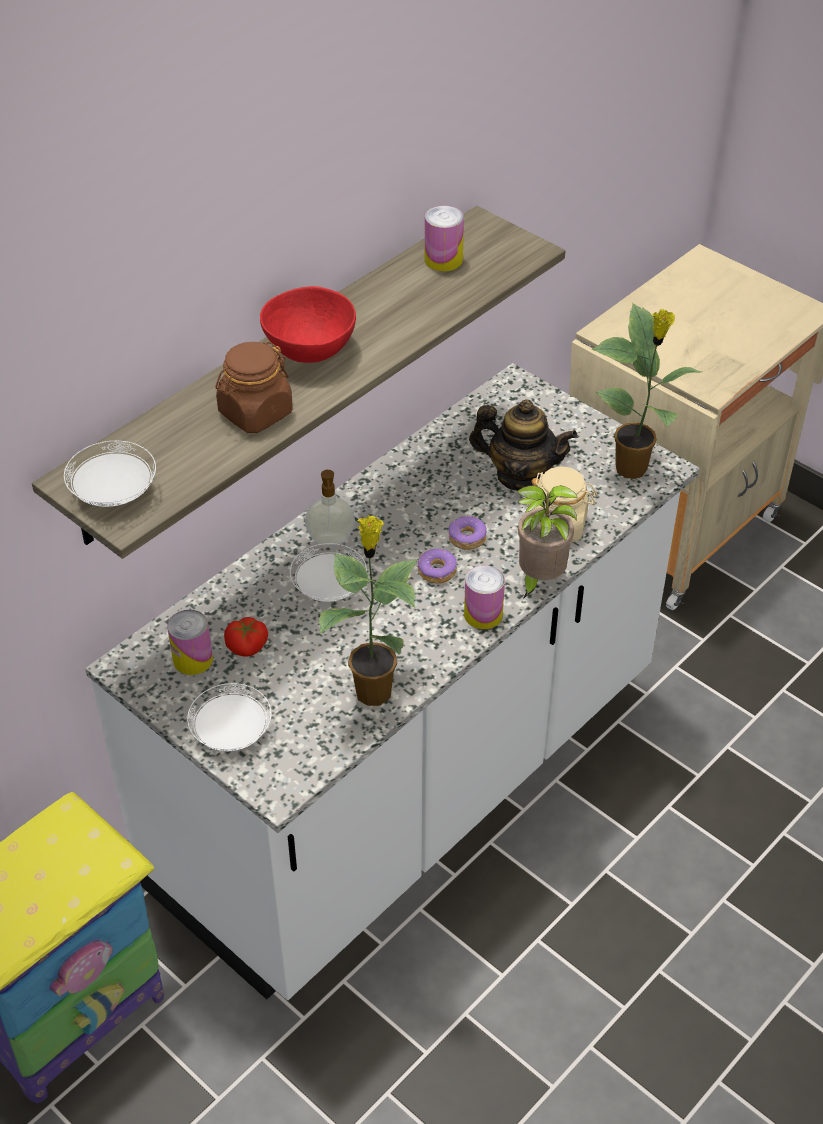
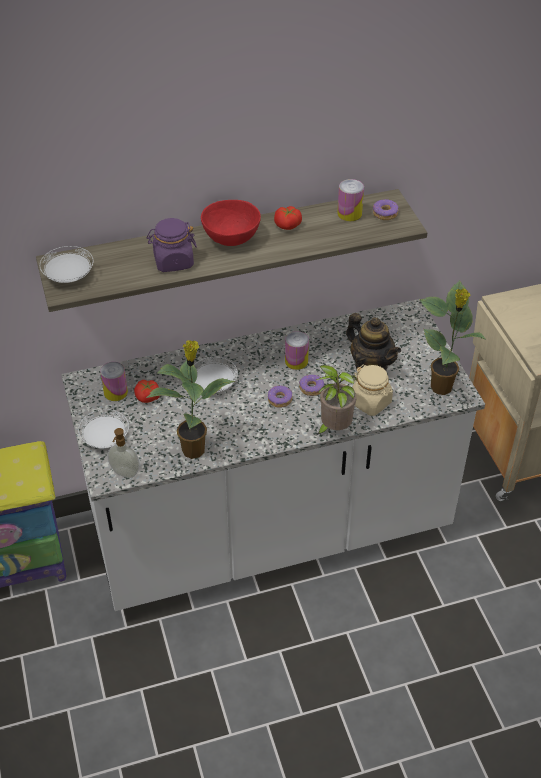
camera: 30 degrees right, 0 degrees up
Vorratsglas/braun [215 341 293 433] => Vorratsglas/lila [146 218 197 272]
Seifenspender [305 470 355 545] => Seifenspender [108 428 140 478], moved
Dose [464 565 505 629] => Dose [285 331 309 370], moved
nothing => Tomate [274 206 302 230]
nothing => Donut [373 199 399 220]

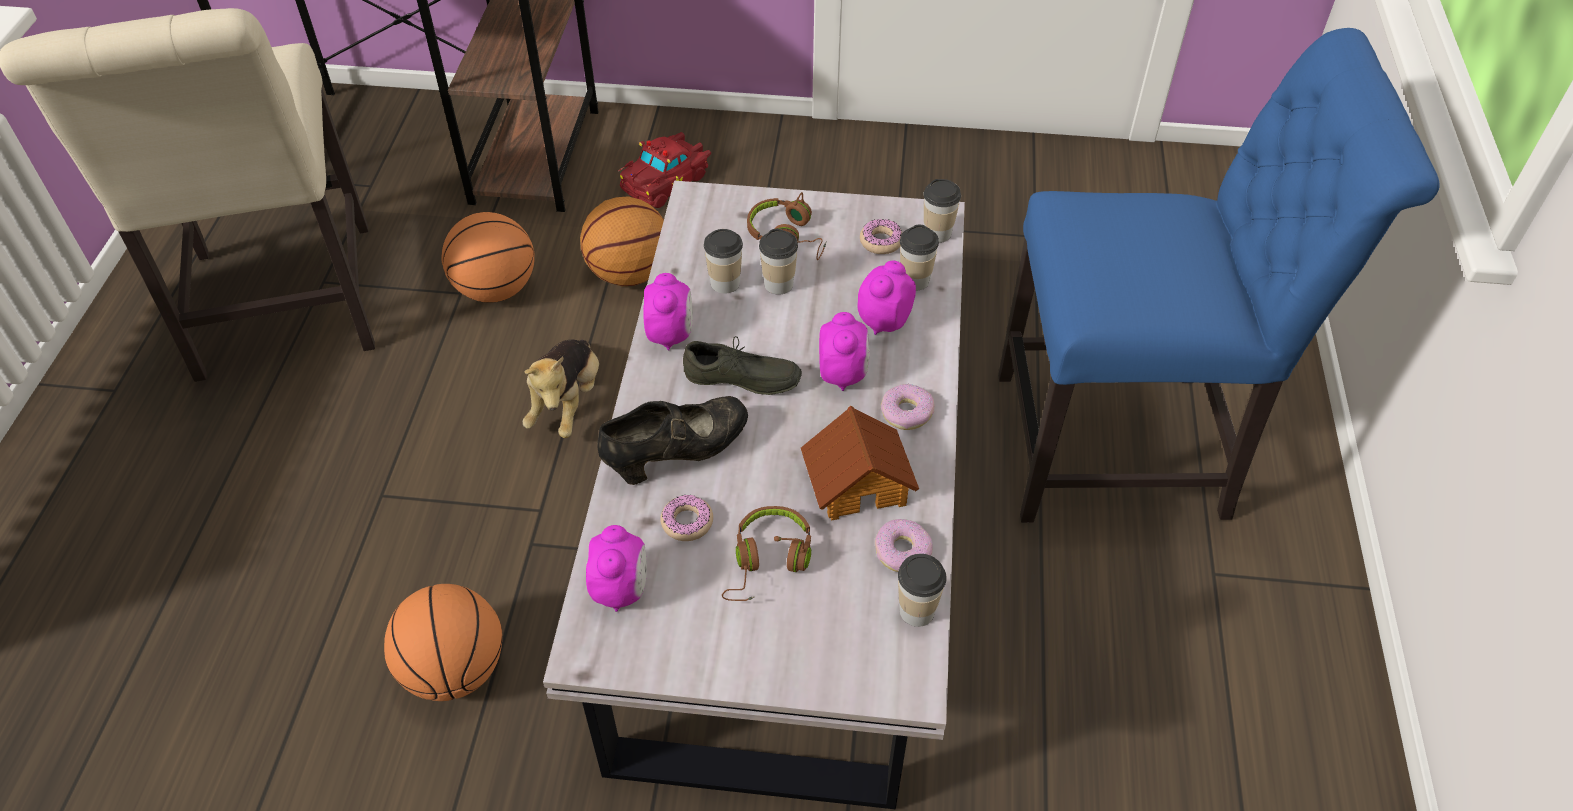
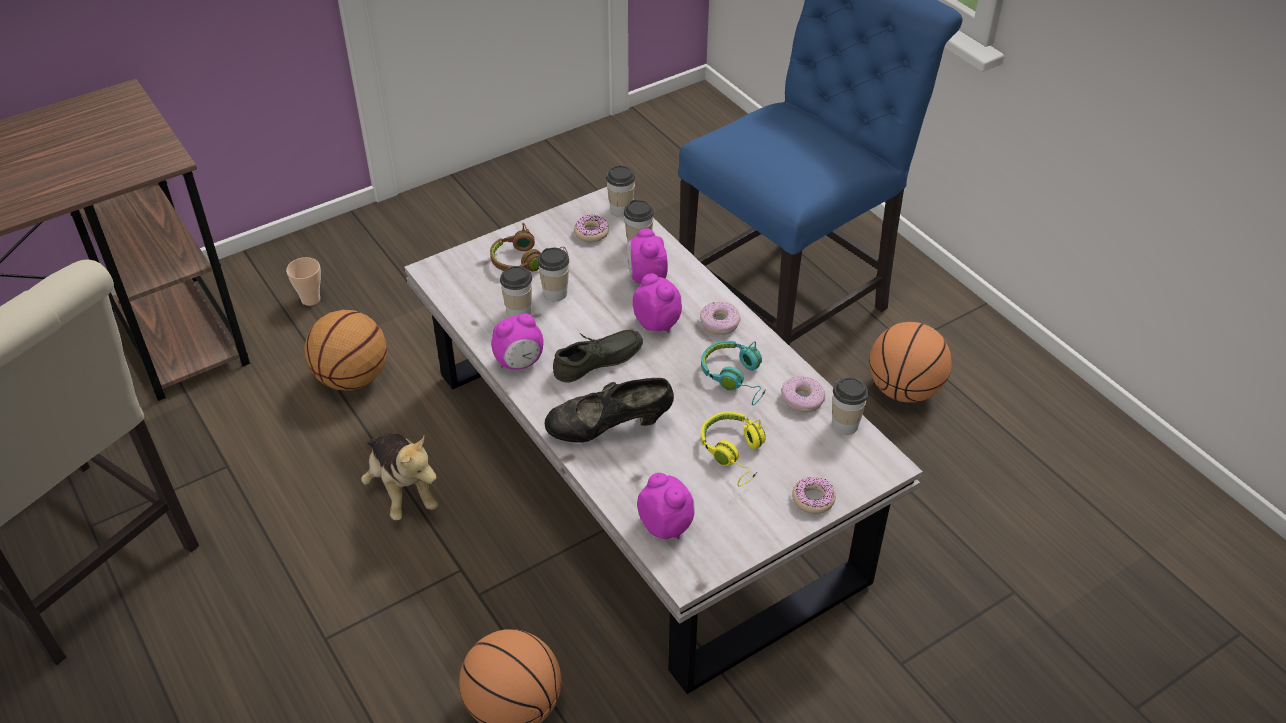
camera: 40 degrees left, 5 degrees down
Basketball [442 212 534 303] => Basketball [869 322 952 403], moved
Schuh/schwarz [597 396 748 485] => Schuh/schwarz [544 378 674 443], 120 degrees counterclockwise
Spielzeugauto/rot [618 132 711 208] => Tasse [286 257 321 306]
Wecker [643 273 693 350] => Wecker [491 313 544 369], 105 degrees clockwise
Donut [660 494 713 541] => Donut [792 477 836 514], moved
Kopfhörer/braun [722 506 811 601] => Kopfhörer/gelb [701 412 766 486]
Spielzeughaus [801 406 919 521] => Kopfhörer/türkis [701 341 766 405]

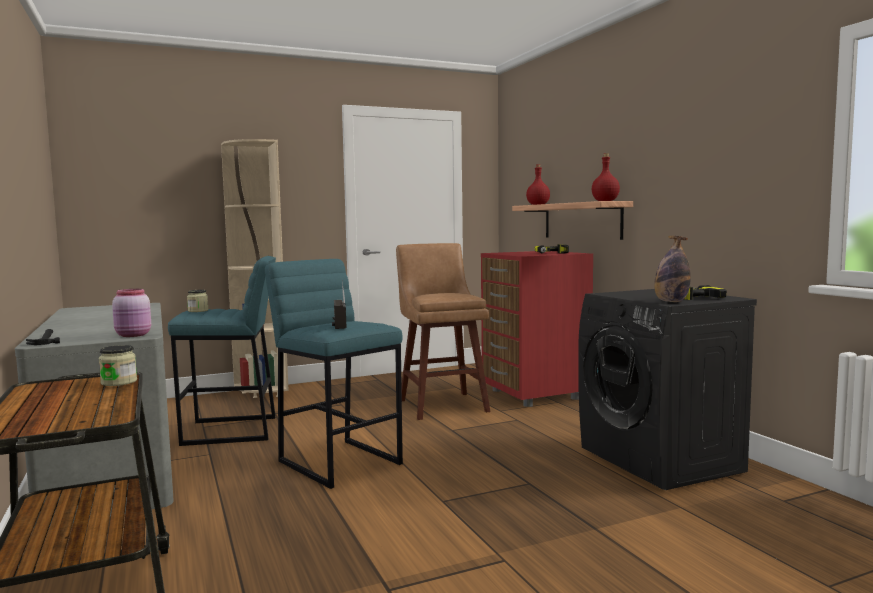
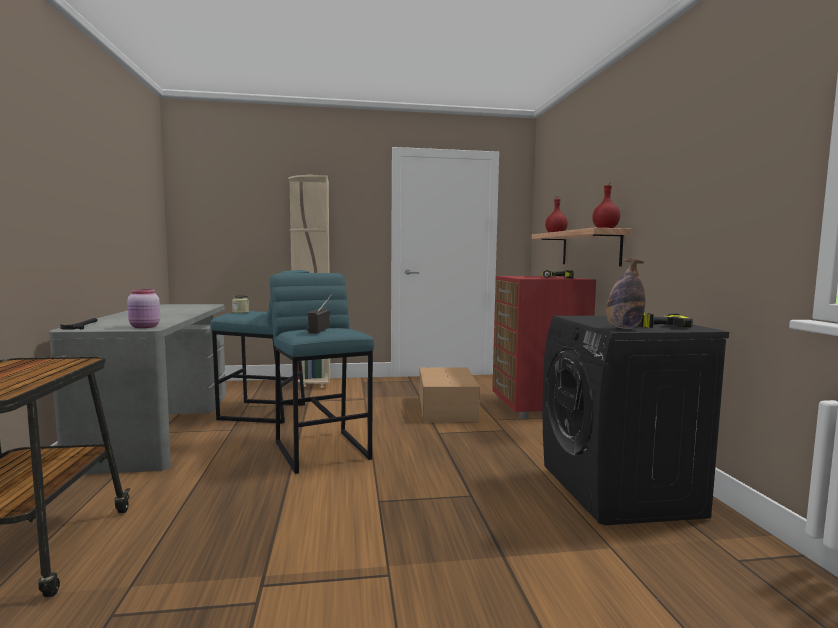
camera: 15 degrees right, 0 degrees up
Vorratsglas [99 345 137 386] => nothing
Hocker/braun [396 243 491 420] => Karton [419 367 480 422]

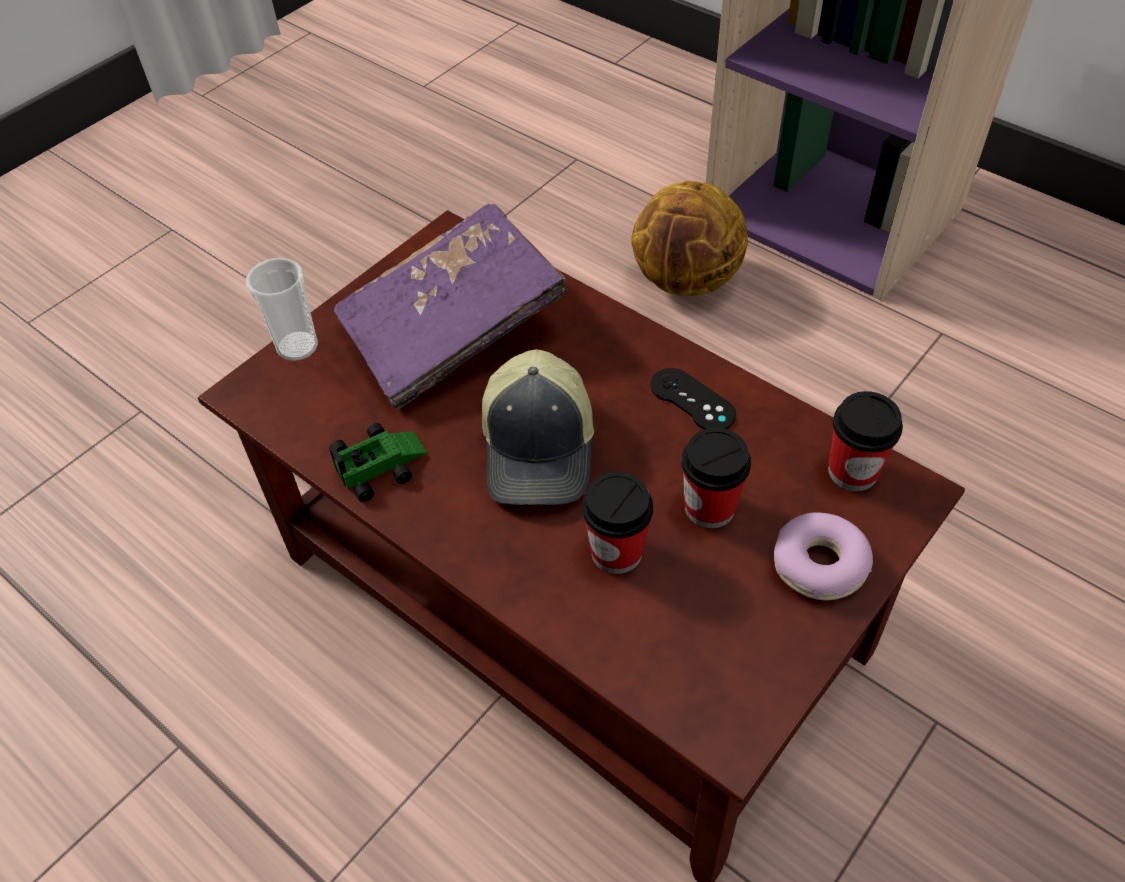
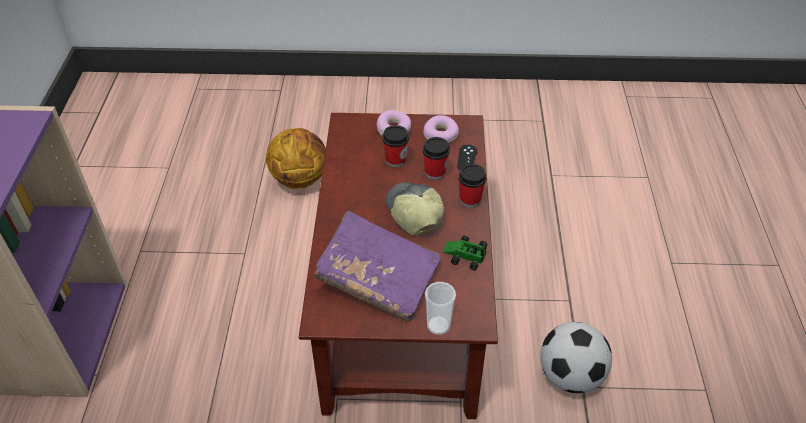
camera: 130 degrees left, 5 degrees down
Kappe [482 349 594 505] => Kappe [385 182 444 236], 75 degrees counterclockwise
Basketball [631 181 748 296] => Basketball [266 128 326 189], moved
Gamepad/schwarz [650 368 736 429] => Gamepad/schwarz [457 145 478 172], moved
Tasse [828 391 903 491] => Tasse [458 164 487 208], moved
nothing => Donut [423 115 459 143]
nothing => Fußball [540 322 612 393]

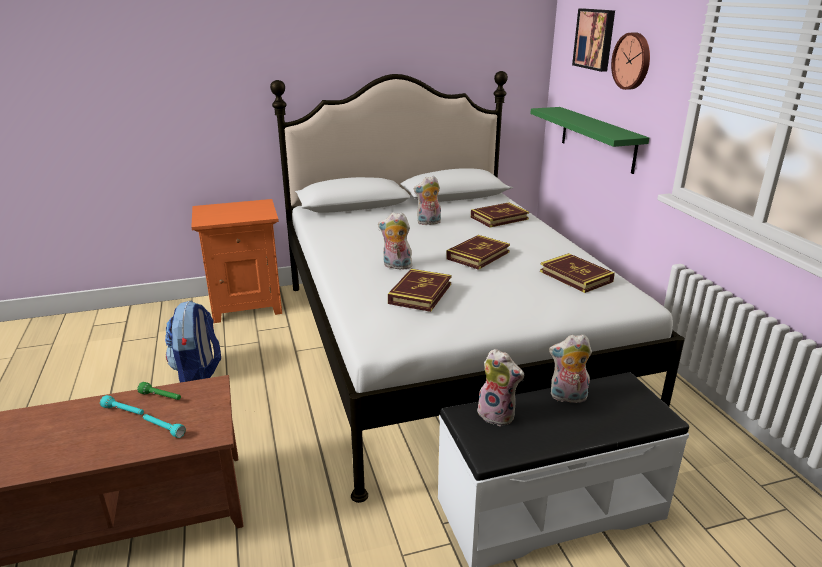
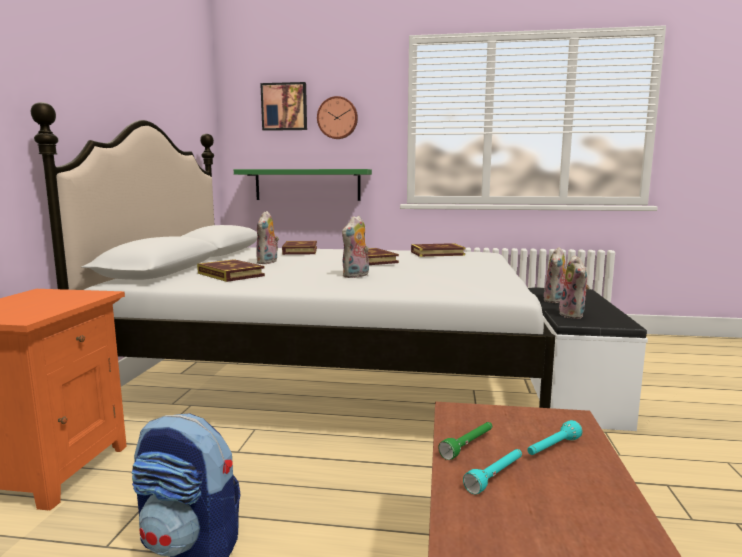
camera: 65 degrees left, 15 degrees down
Buch [388 269 451 312] => Buch [197 259 265 282], moved
Plüschtier [477 349 524 426] => Plüschtier [559 255 590 319], 120 degrees clockwise

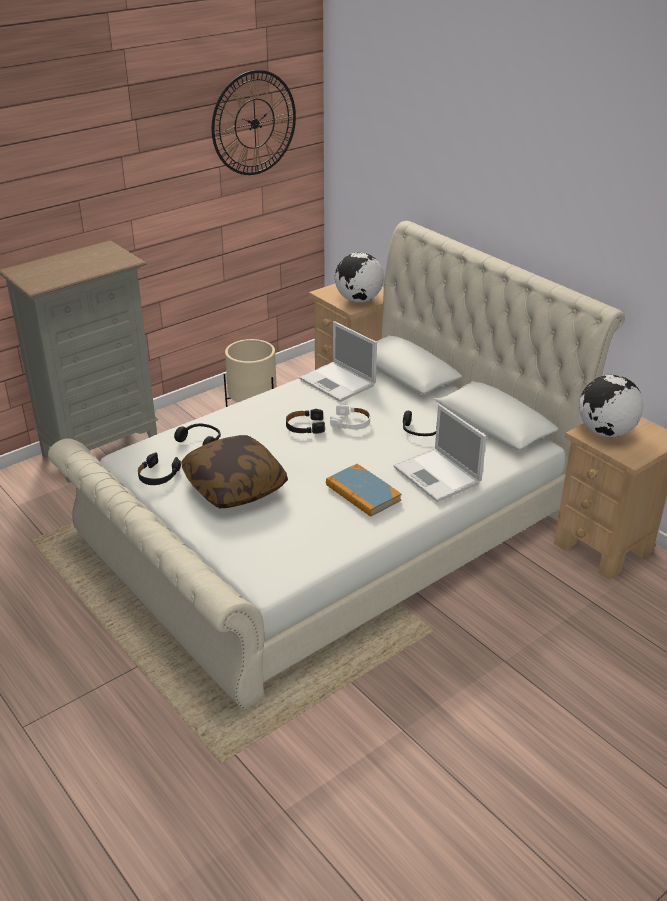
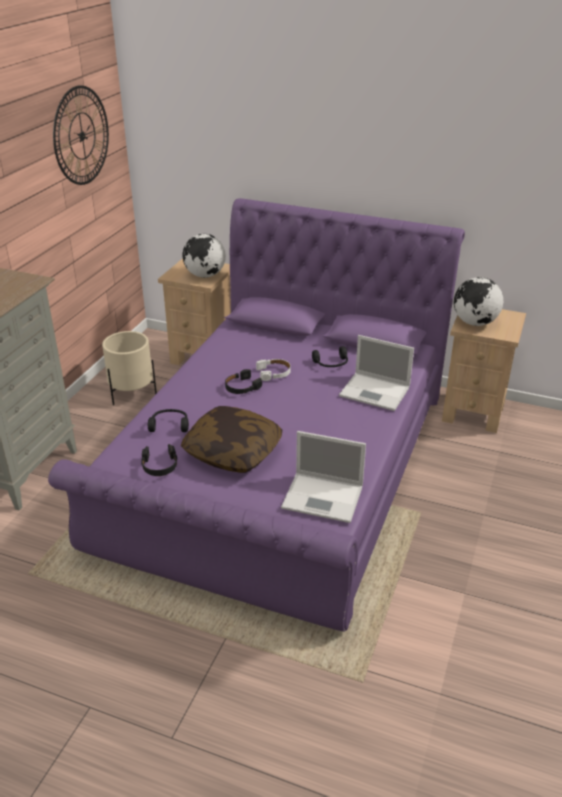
camera: 30 degrees left, 0 degrees up
Bett/beige [48 221 625 709] => Bett/lila [48 198 465 632]
Laptop [299 321 377 402] => Laptop [281 431 366 523], moved
Buch [326 464 401 517] => nothing

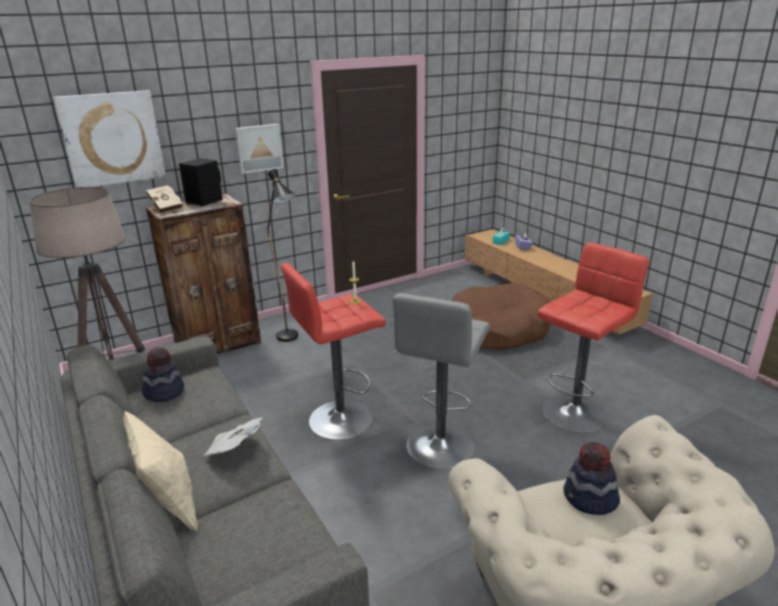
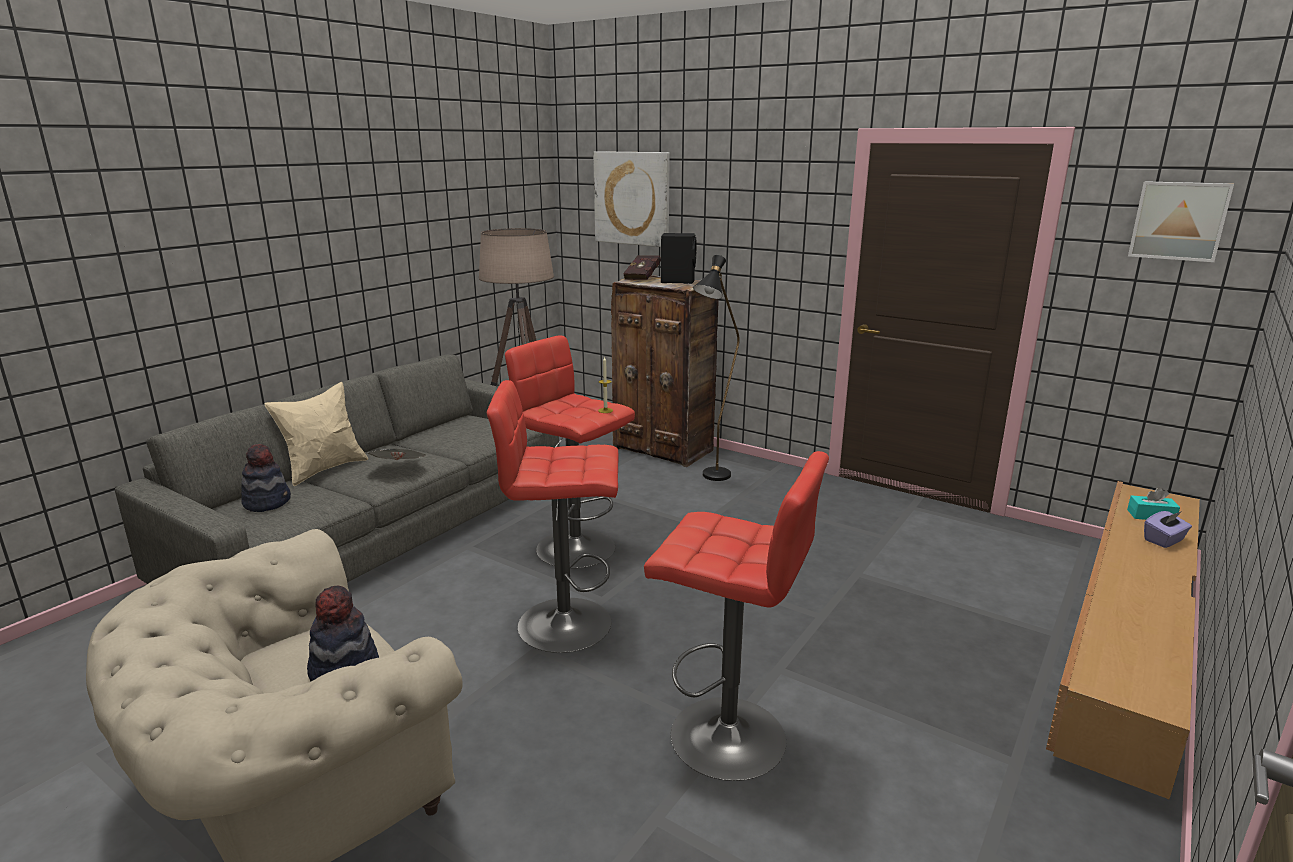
camera: 65 degrees right, 5 degrees down
Hut [142 348 184 402] => Hut [241 444 291 512], moved
Buch/beige [146 185 183 214] => Buch/rot [623 255 661 280]
Bild [235 124 284 174] => Bild [1128 181 1234 262], moved
Hocker/grau [393 293 490 469] => Hocker/rot [487 380 619 653]
Hundebett/braun [452 283 551 350] => nothing

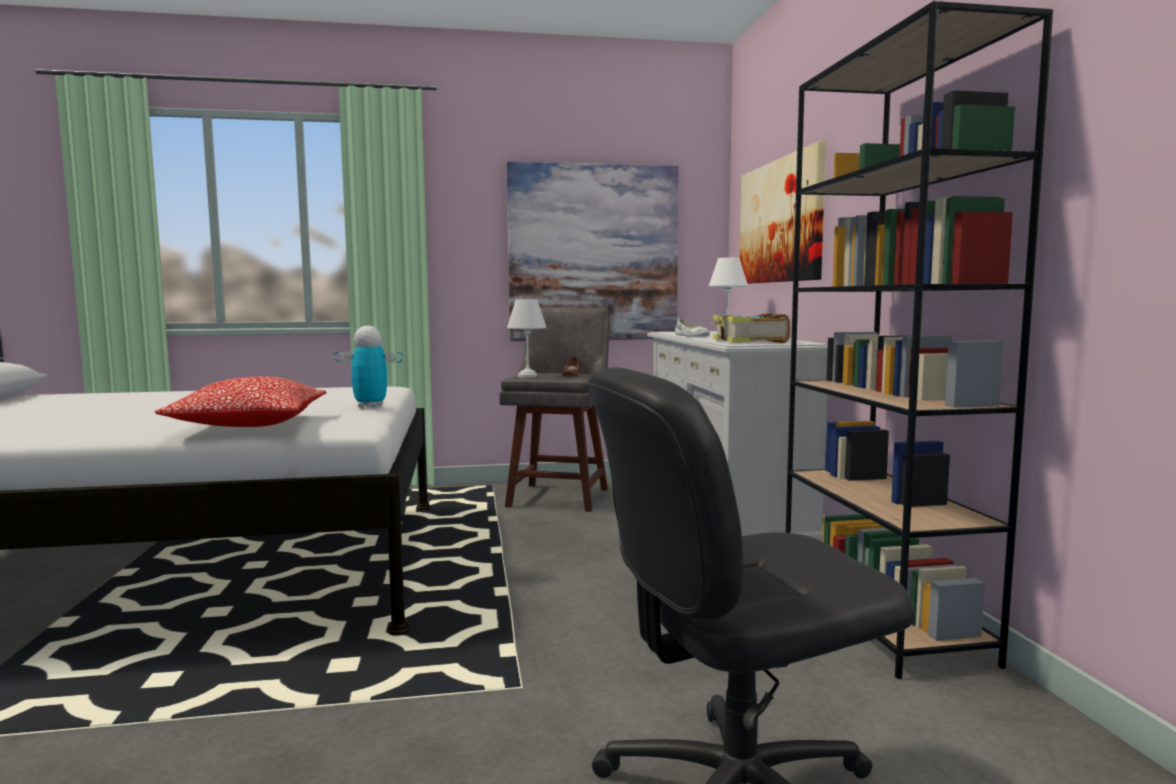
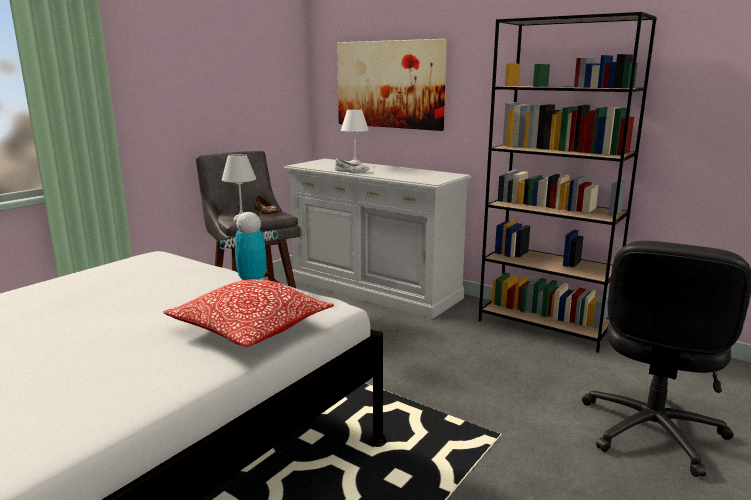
camera: 45 degrees left, 10 degrees up
Bild [507 161 679 341] => nothing
Buch [710 313 791 343] => nothing

